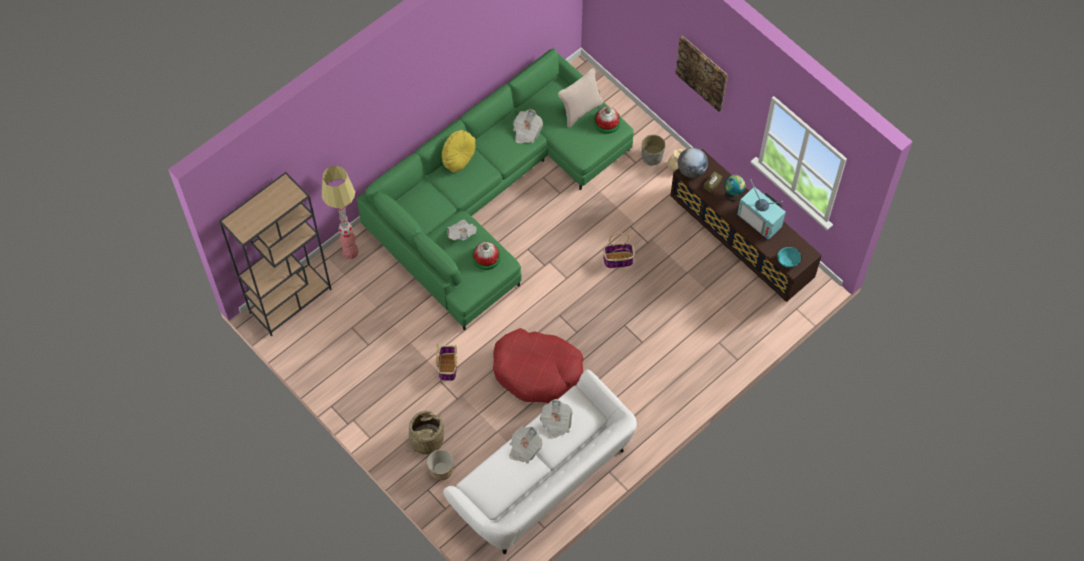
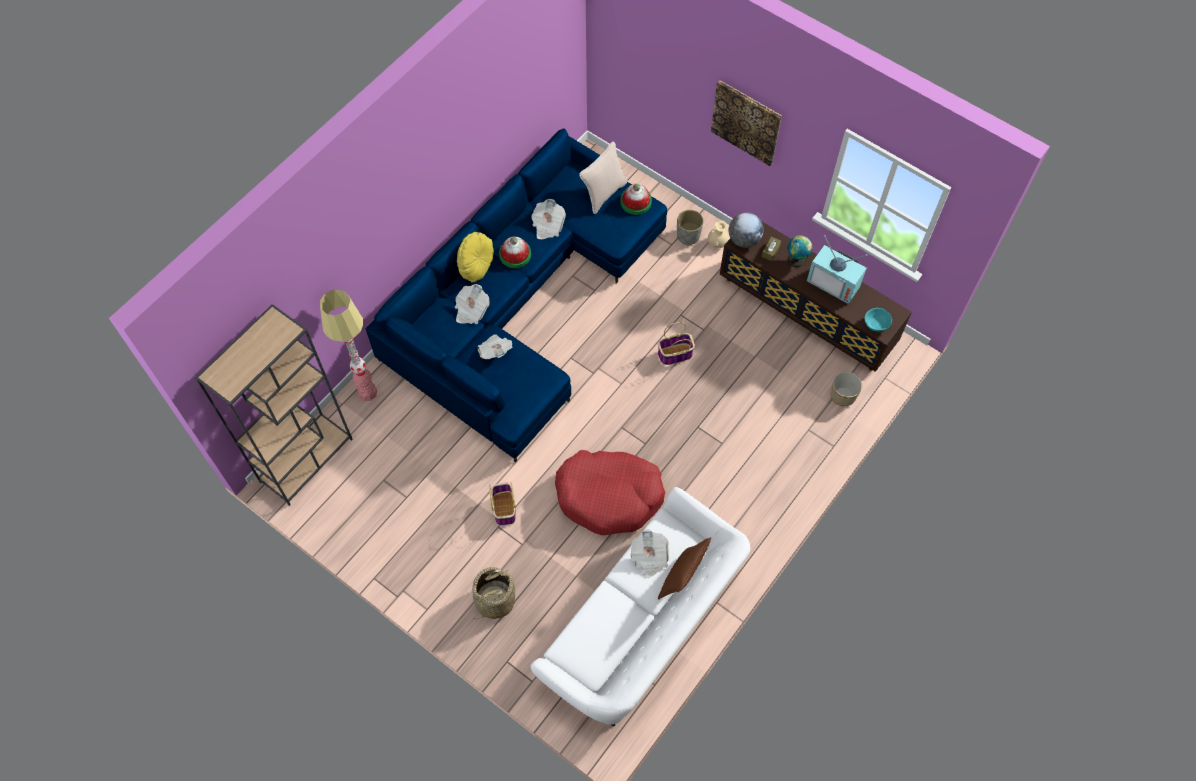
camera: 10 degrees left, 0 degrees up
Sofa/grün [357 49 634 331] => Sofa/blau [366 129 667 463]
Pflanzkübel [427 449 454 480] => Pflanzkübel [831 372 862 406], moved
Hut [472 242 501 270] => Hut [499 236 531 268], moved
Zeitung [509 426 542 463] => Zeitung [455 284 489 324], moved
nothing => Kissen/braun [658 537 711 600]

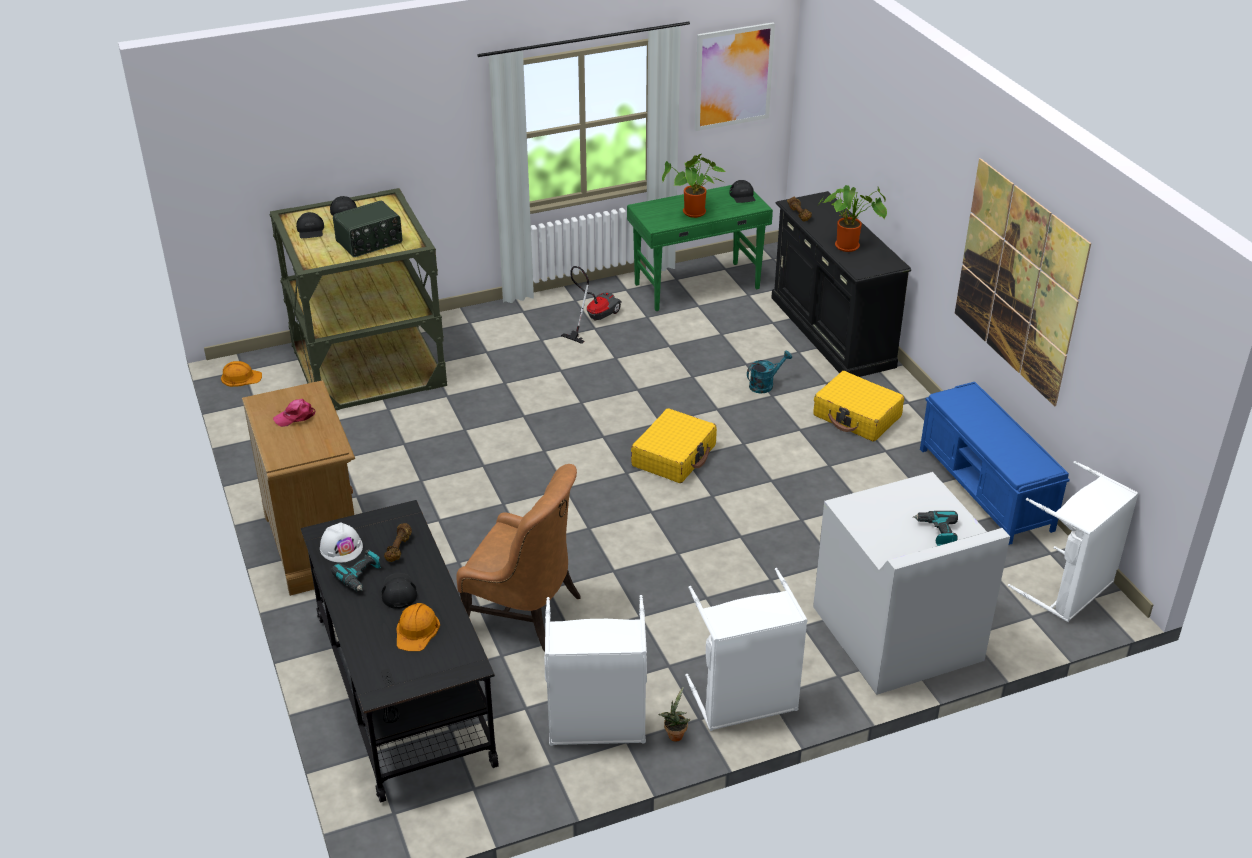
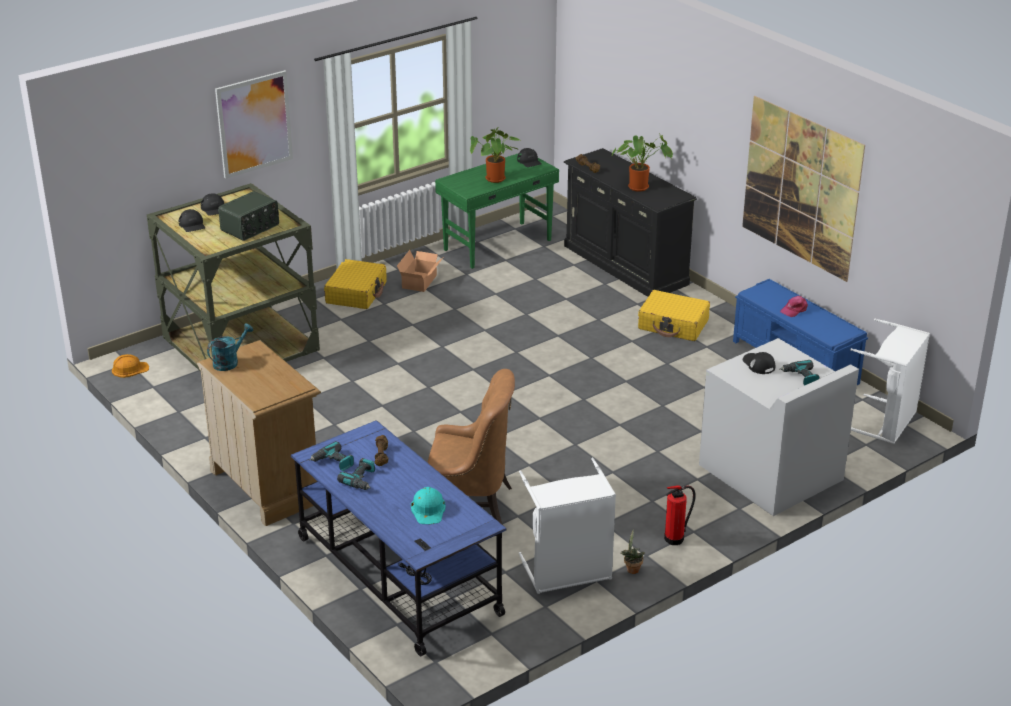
camera: 15 degrees left, 5 degrees down
Kappe/rosa [273 399 315 427] => Kappe/rosa [780 296 808 317], moved
Schreibtisch/schwarz [301 500 499 802] => Schreibtisch/blau [291 420 506 656]
Schutzhelm/weiß [320 522 363 563] => Bohrmaschine [309 441 354 471]
Kappe/schwarz [381 573 417 609] => Kappe/schwarz [743 352 775 374], moved
Schutzhelm/orange [396 603 440 651] => Schutzhelm/türkis [411 487 446 524]
Staubsauger [561 266 622 344] => Karton [397 250 443 292]
Koffer/gelb [631 408 717 483] => Koffer/gelb [324 259 387 309], moved
Wäschekorb/weiß [685 568 808 731] => Feuerlöscher [664 485 696 545]
Bild [695 22 775 131] => Bild [215 70 293 179], moved
Gießkanne/türkis [747 351 792 393] => Gießkanne/türkis [207 324 253 371], moved

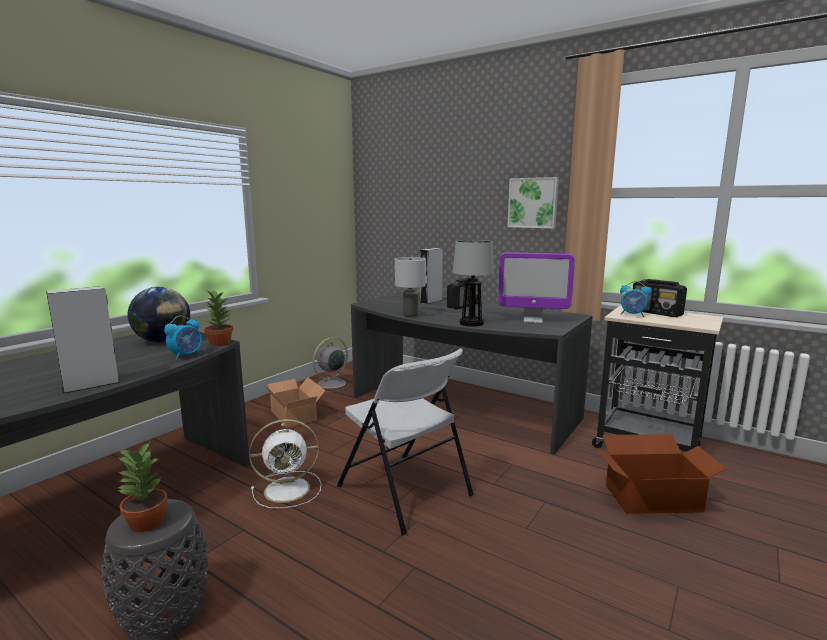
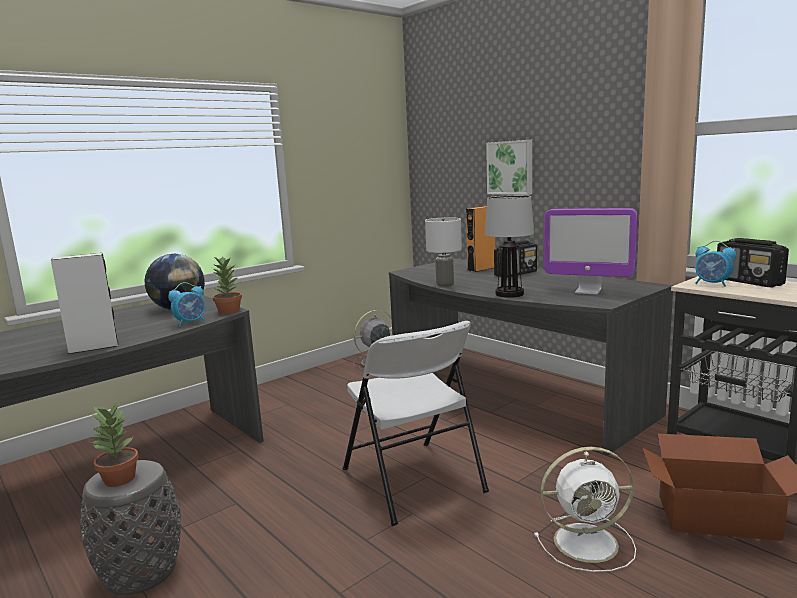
camera: 15 degrees right, 0 degrees up
Ventilator/weiß [249 419 321 509] => Ventilator/weiß [534 447 636 572], moved
Karton [264 377 326 428] => nothing
Lautsprecher/grau [420 248 443 304] => Lautsprecher/orange [466 206 495 272]
Bild [507 177 559 229] => Bild [486 140 532 195], moved

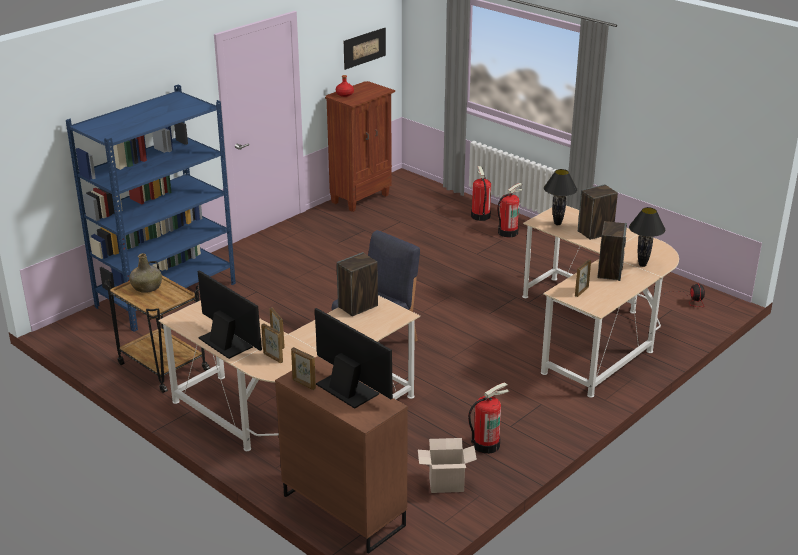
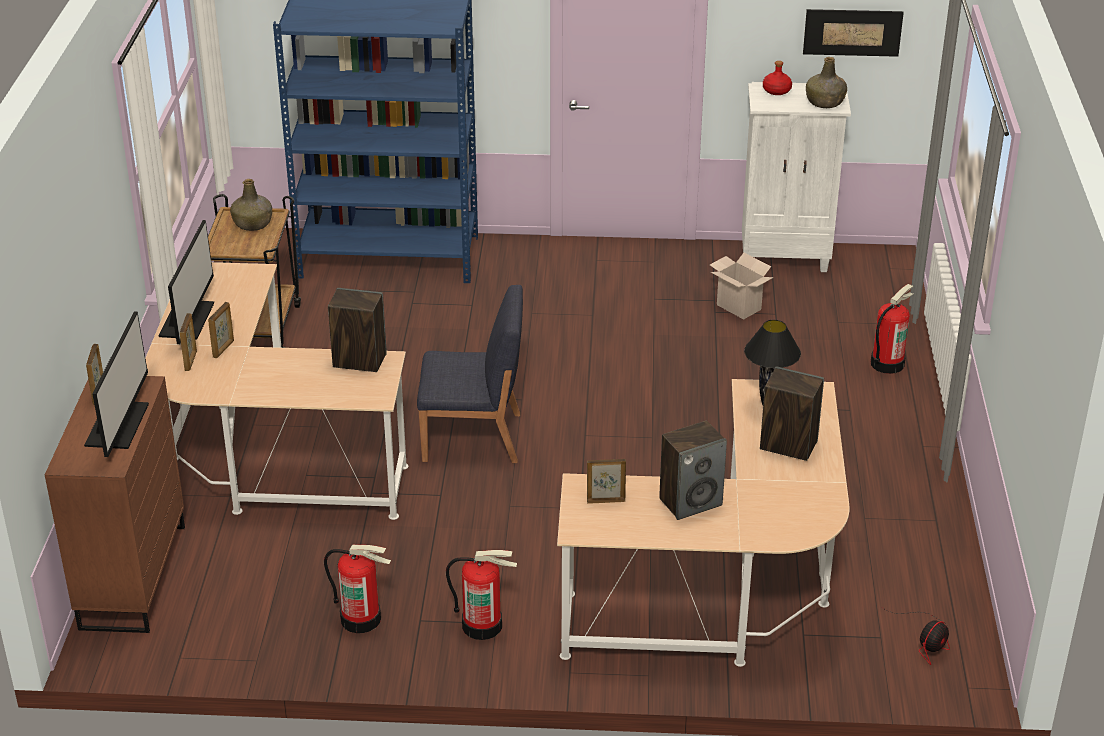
camera: 50 degrees right, 5 degrees up
Schrank/braun [325 81 395 212] => Schrank/weiß [742 82 851 272]
Karton [418 438 477 493] => Karton [710 253 773 319], moved
Feuerlöscher [497 183 524 237] => Feuerlöscher [446 550 517 640], moved
Tischlampe/schwarz [629 207 665 267] => nothing
nothing => Flasche/grün [806 57 847 108]

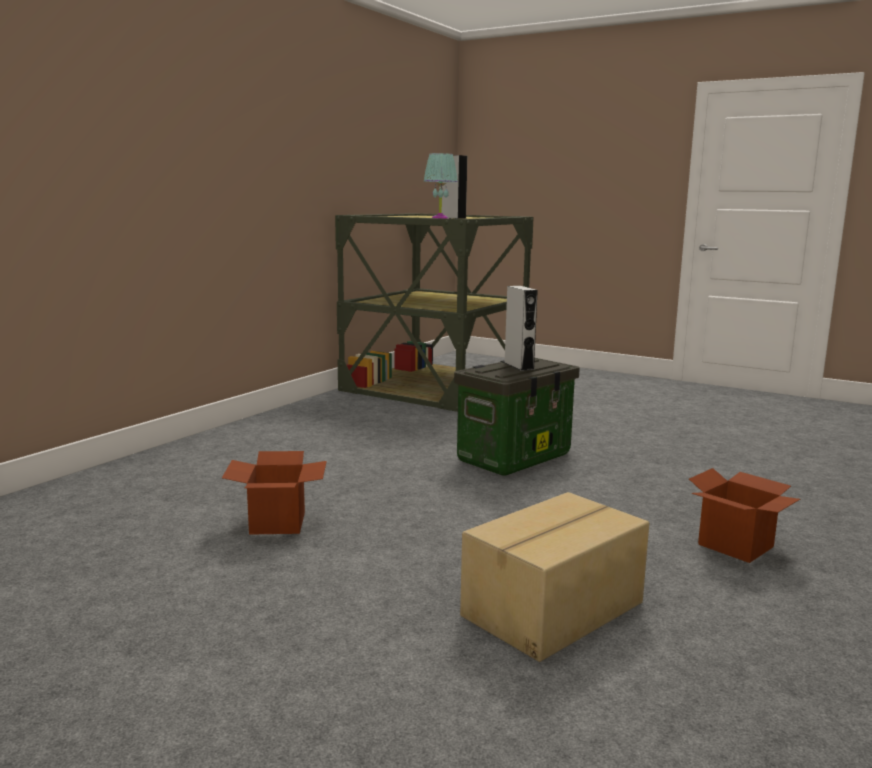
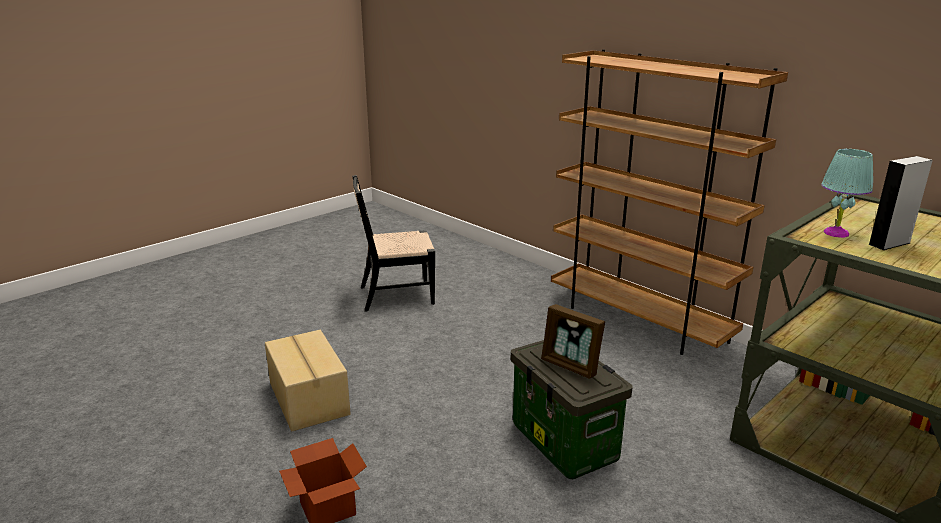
camera: 105 degrees right, 10 degrees up
Karton [222 451 327 535] => nothing
Lautsprecher/grau [505 286 538 371] => Bilderrahmen [541 304 605 379]
nothing => Stuhl [352 175 435 312]
nothing => Bücherregal/braun [551 49 788 355]

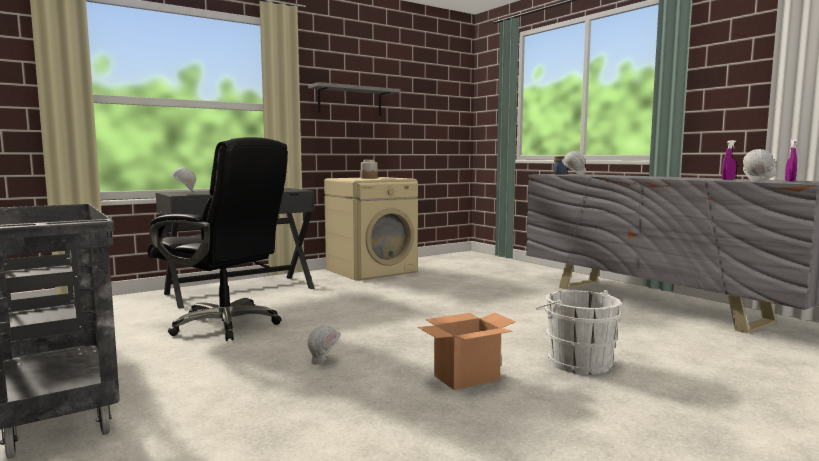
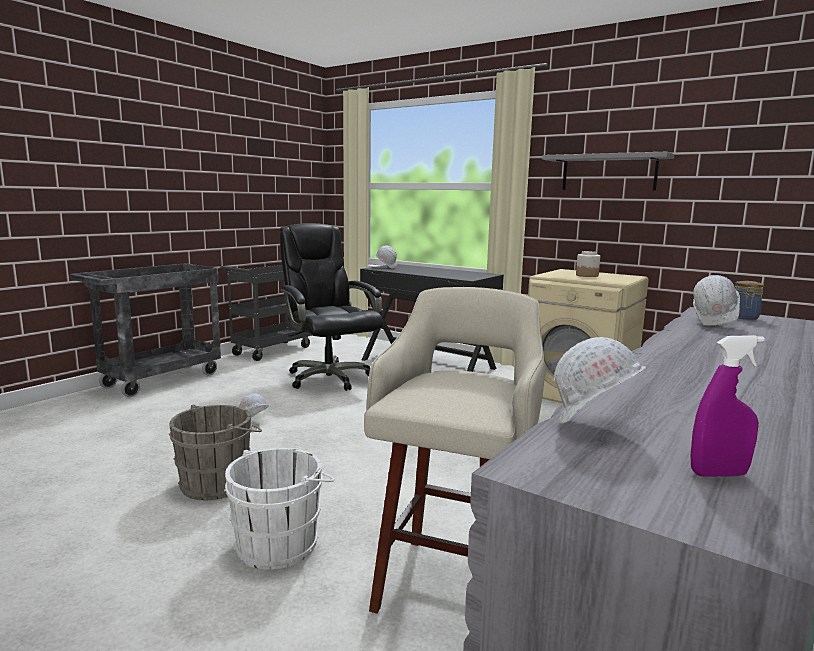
camera: 70 degrees right, 5 degrees up
Bürostuhl/schwarz [147 137 288 341] => Bürostuhl/schwarz [280 223 383 391], 135 degrees clockwise
Karton [418 313 516 390] => Eimer/grau [169 404 262 500]
Sprühflasche/lila [722 140 736 180] => nothing
nothing => Hocker/beige [364 287 545 613]

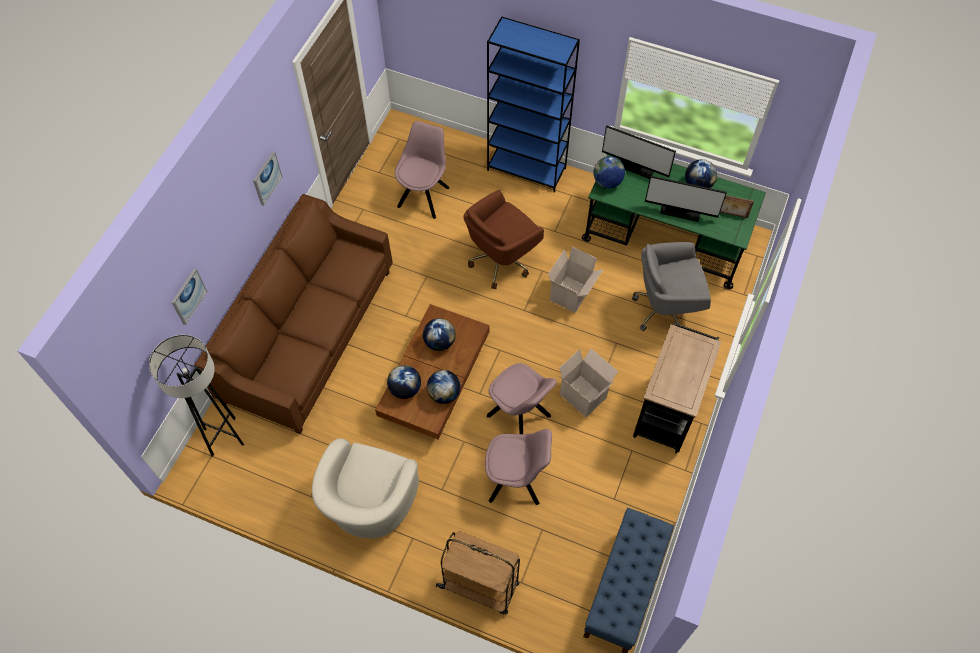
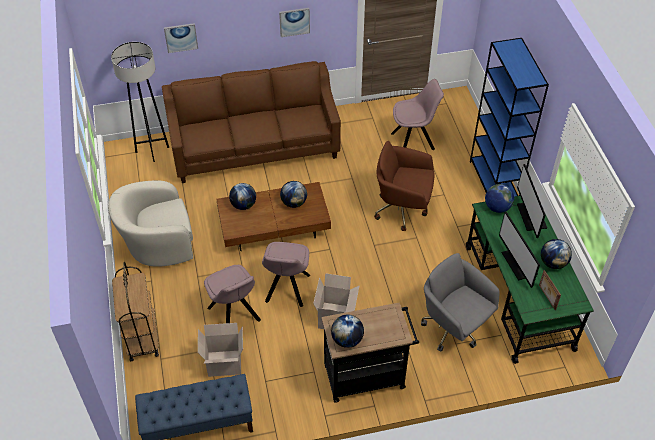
camera: 55 degrees right, 10 degrees down
Globus [427 370 461 404] => Globus [331 315 364 348], moved
Karton [548 247 603 313] => Karton [198 323 243 377], moved

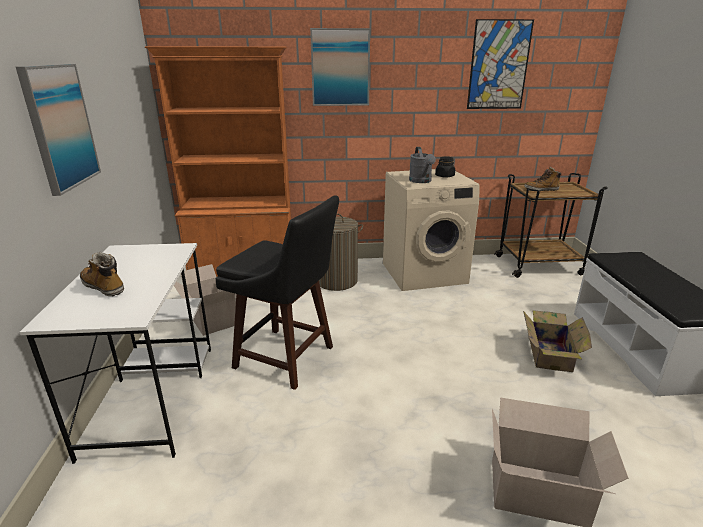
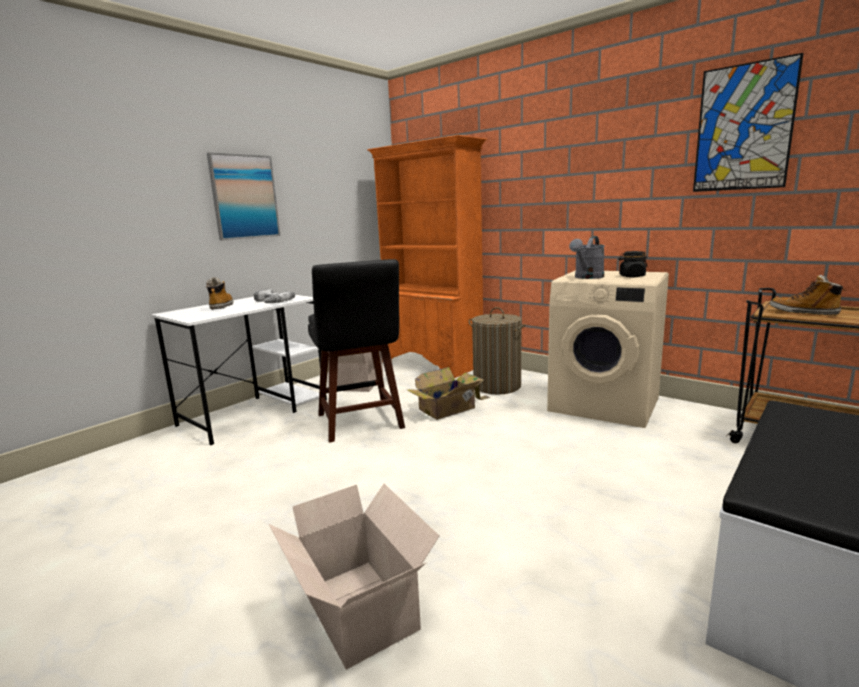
camera: 45 degrees right, 10 degrees down
Bild [310 28 370 106] => nothing
Karton [523 310 592 372] => Karton [407 367 490 420], moved
nothing => Bohrmaschine [254 289 295 303]

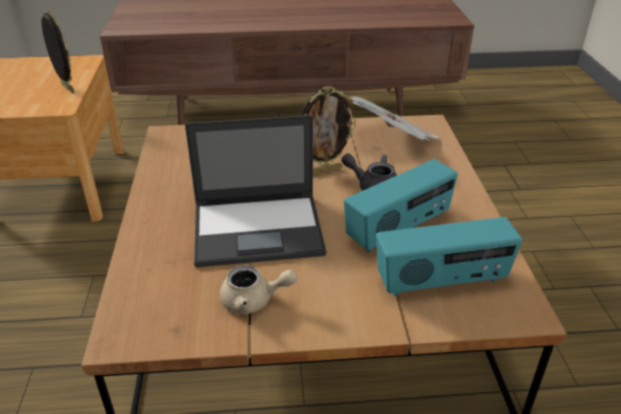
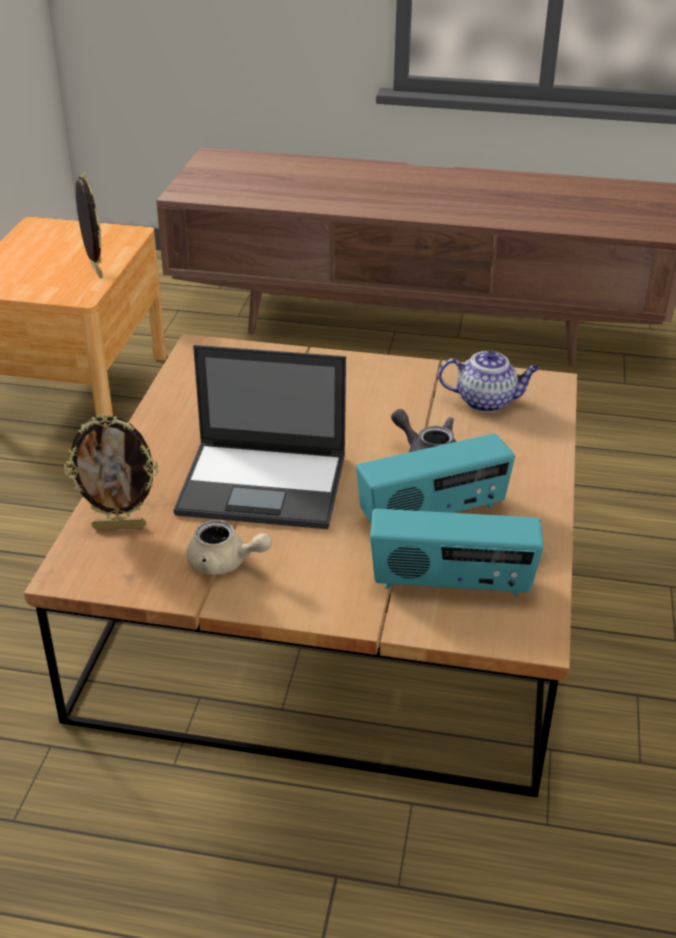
camera: 15 degrees right, 0 degrees up
Bilderrahmen [301 86 356 175] => Bilderrahmen [64 413 159 530], moved
Zeitung [349 97 440 141] => Teekanne [438 350 540 412]

